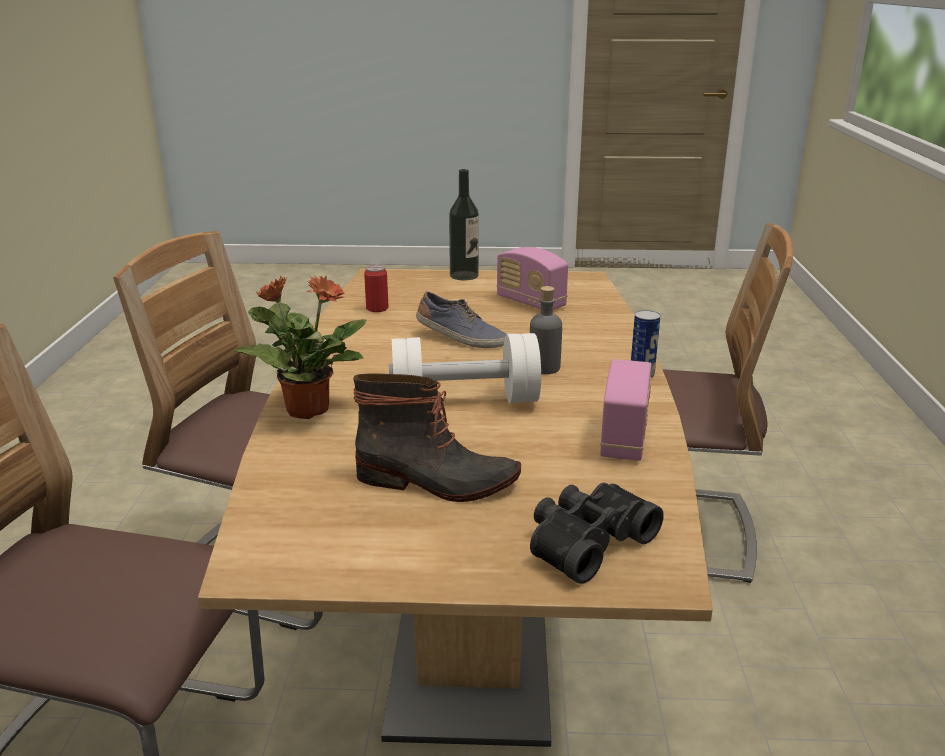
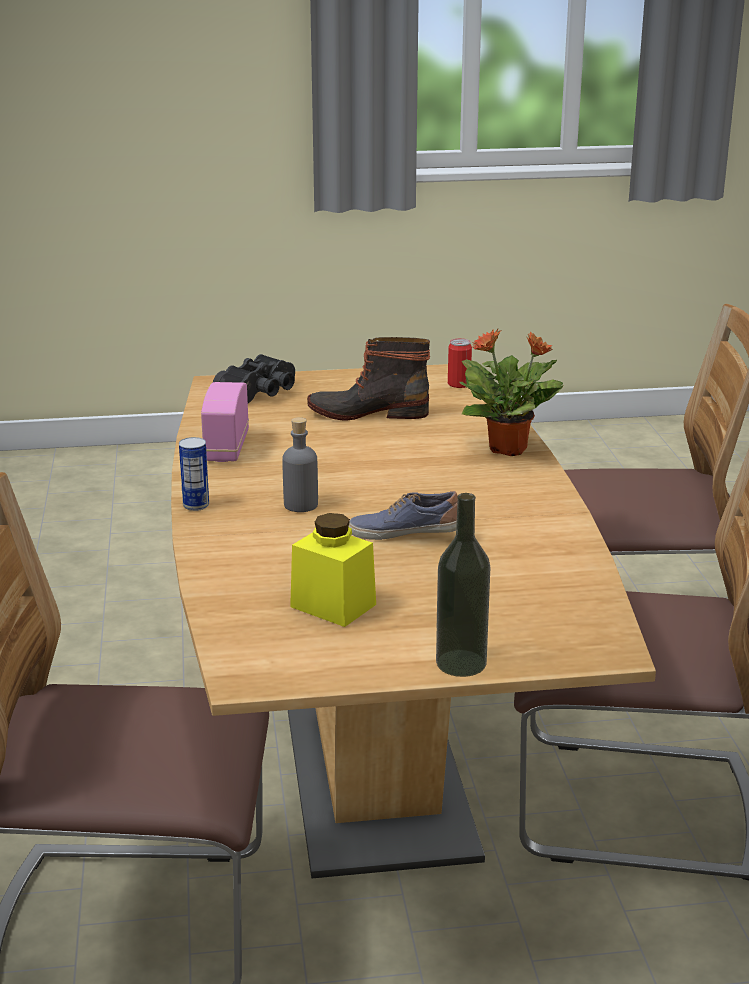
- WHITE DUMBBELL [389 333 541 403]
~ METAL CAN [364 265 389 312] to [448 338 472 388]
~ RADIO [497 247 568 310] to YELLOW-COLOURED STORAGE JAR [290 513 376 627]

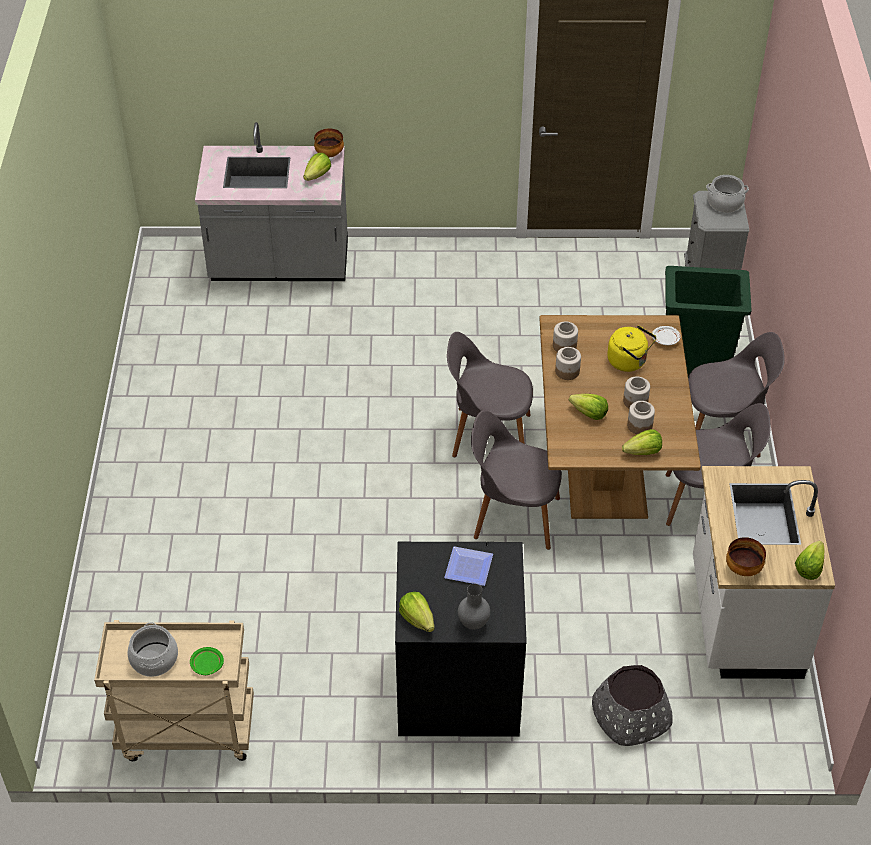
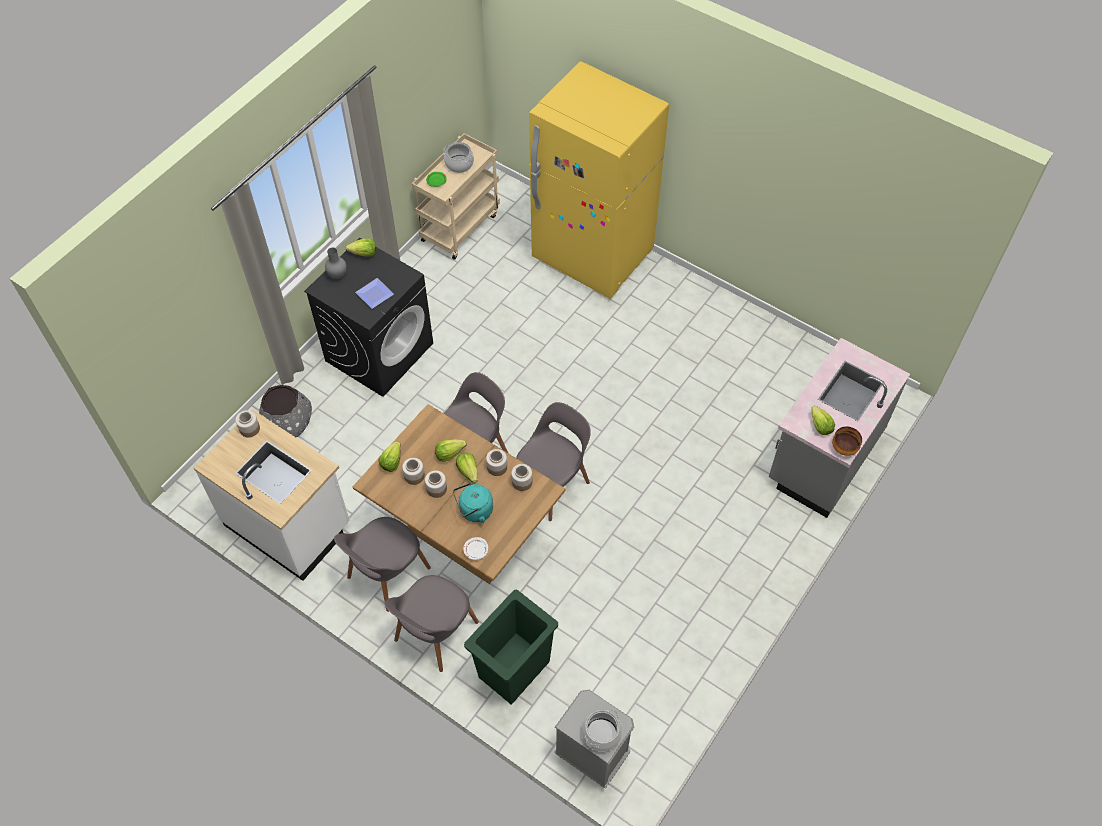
+ YELLOW-COLOURED KITCHEN FRIDGE [529 61 669 299]
~ LETTUCE HEAD [795 541 824 580] to [456 453 478 483]
~ DEEP DISH [726 537 766 576] to STORAGE JAR [235 410 260 438]
~ YELLOW-COLOURED WATER KETTLE [607 326 656 372] to TURQUOISE-COLOURED WATER KETTLE [453 483 493 523]

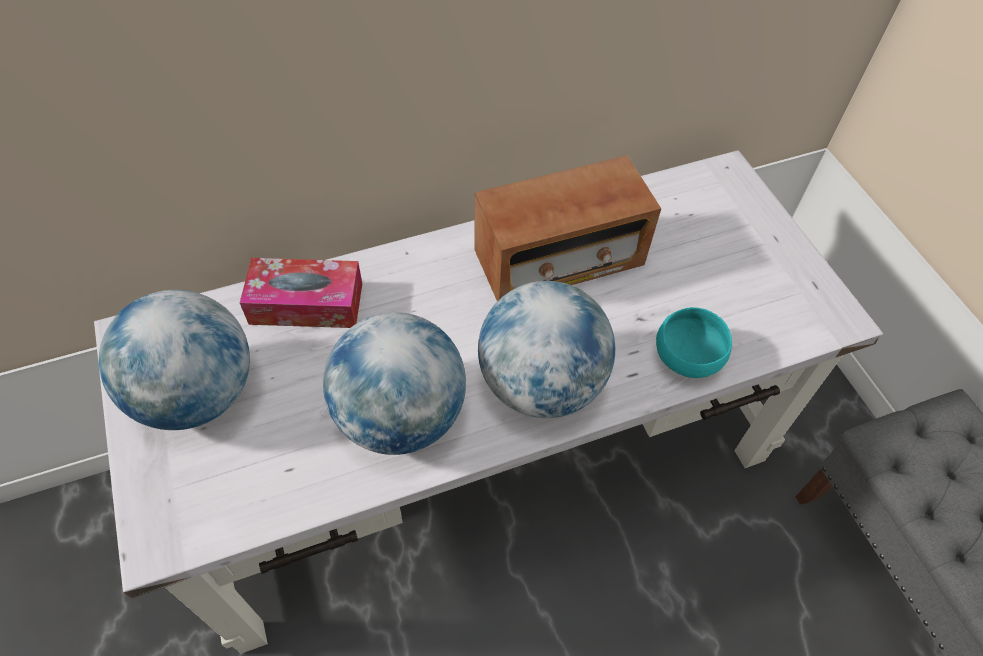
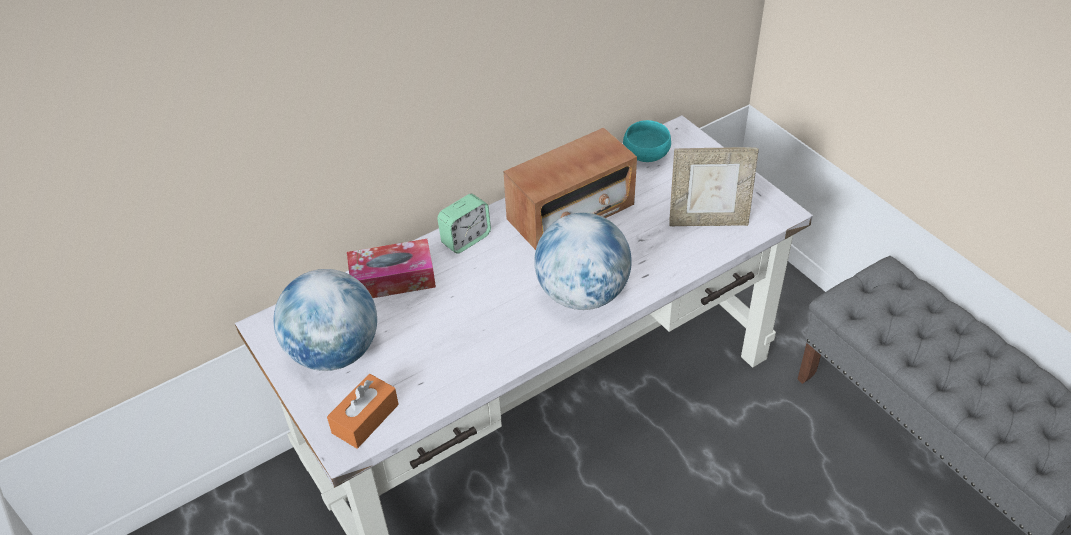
- DESK GLOBE [323 312 466 455]
+ ORANGE BOX OF TISSUES [327 374 399 448]
+ BEDSIDE CLOCK [437 194 491 254]
+ PHOTO FRAME [669 147 759 226]
~ TURQUOISE-COLOURED DEEP DISH [656 307 732 378] to [623 120 671 162]

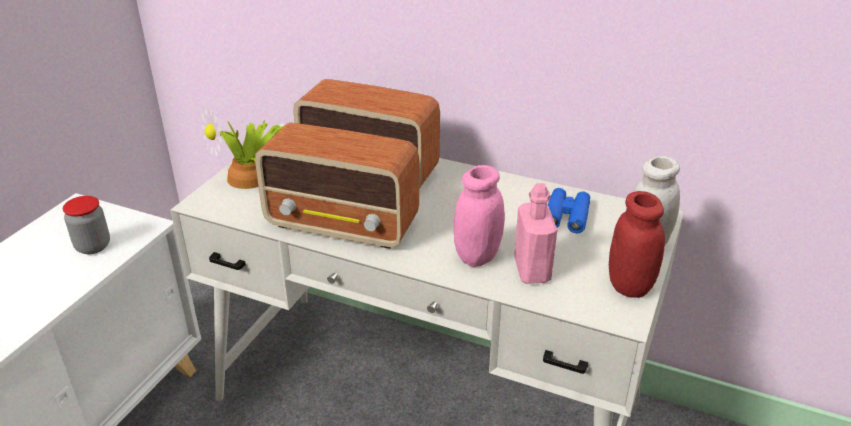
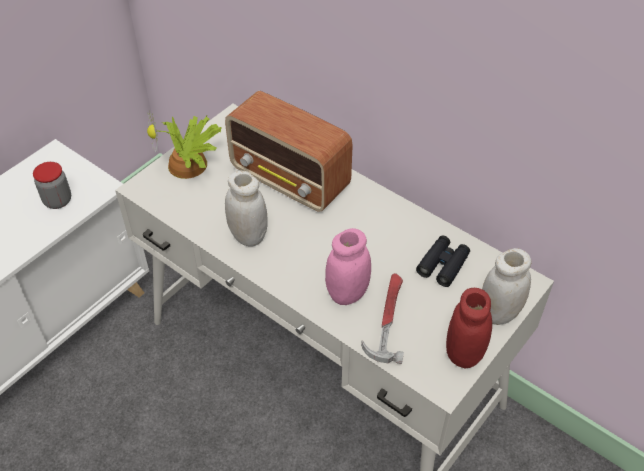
~ RADIO [255 123 419 249] to WHITE STORAGE JAR [225 171 268 246]
~ PINK BEVERAGE BOTTLE [514 183 557 284] to TOOL HAMMER [361 273 404 364]
~ BLUE-COLOURED PAIR OF BINOCULARS [548 188 590 233] to BLACK PAIR OF BINOCULARS [416 236 470 287]

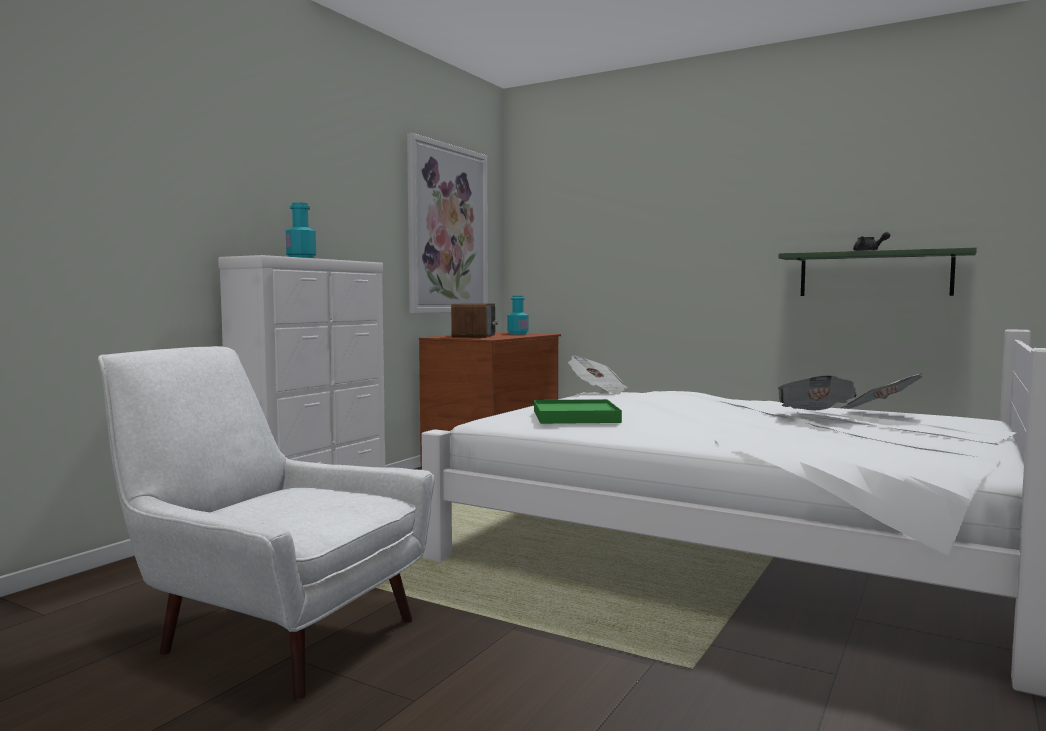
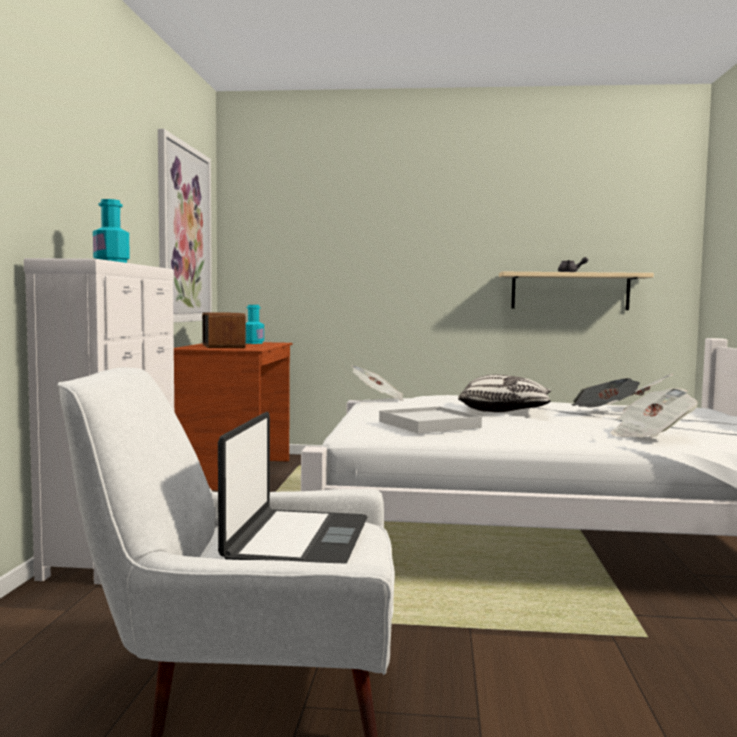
+ PORTABLE COMPUTER [218 412 367 564]
+ CUSHION [458 374 551 412]
+ NEWSPAPER [611 388 698 437]
~ GREENISH TRAY [534 399 622 424] to WHITE TRAY [379 406 482 433]
~ GREENISH WALL SHELF [779 247 977 296] to SAND-COLOURED WALL SHELF [499 272 654 310]

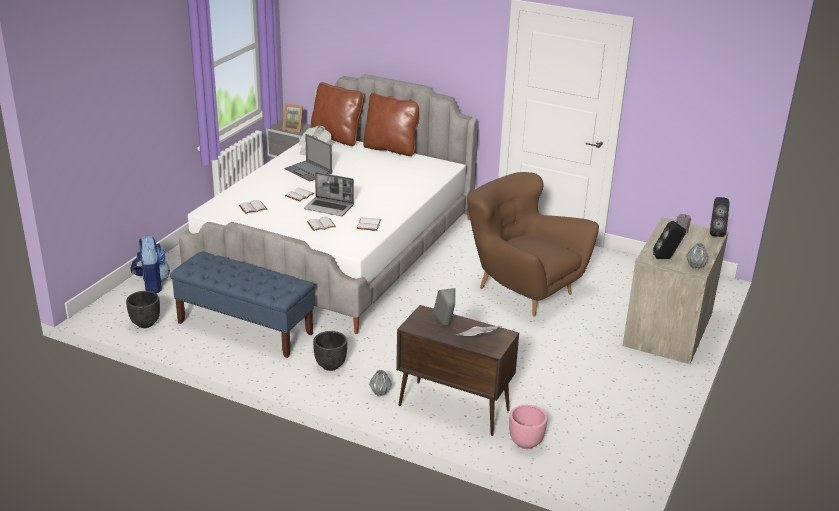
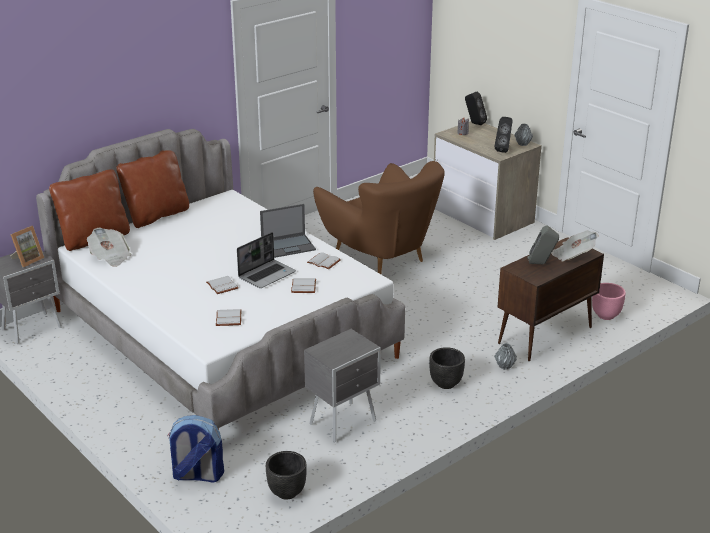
~ PORTABLE COMPUTER [285 134 332 182] to [260 204 316 258]
~ BLUE-COLOURED LONG SEAT [170 251 315 358] to GREYISH NIGHTSTAND [304 329 381 443]
~ BROWNISH LOUNGE CHAIR [467 172 599 317] = [313 161 445 274] 105 degrees counterclockwise

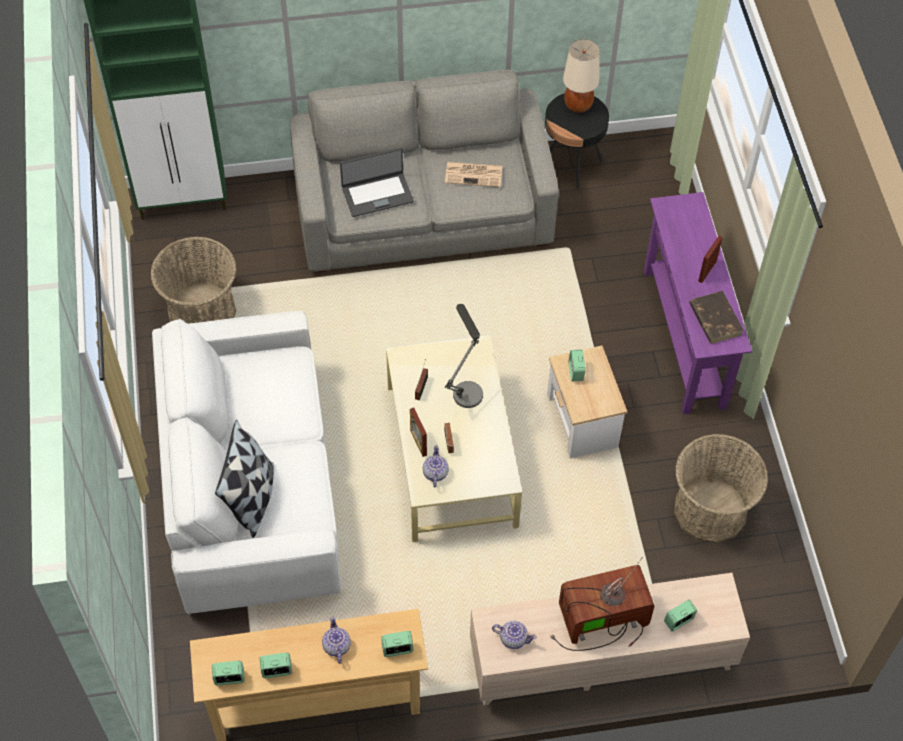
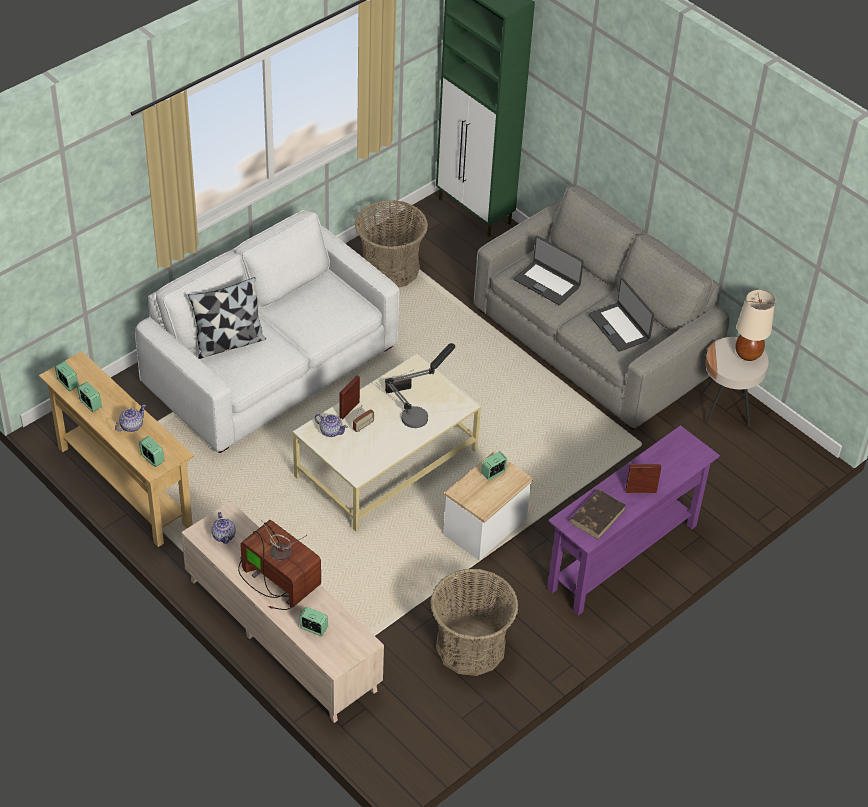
~ NEWSPAPER [445 162 502 187] to PORTABLE COMPUTER [588 278 654 352]
~ BLACK ACCENT TABLE [545 93 609 190] to SAND-COLOURED ACCENT TABLE [703 337 769 426]
~ TEA POT [423 445 449 487] = [315 414 348 437] 60 degrees clockwise

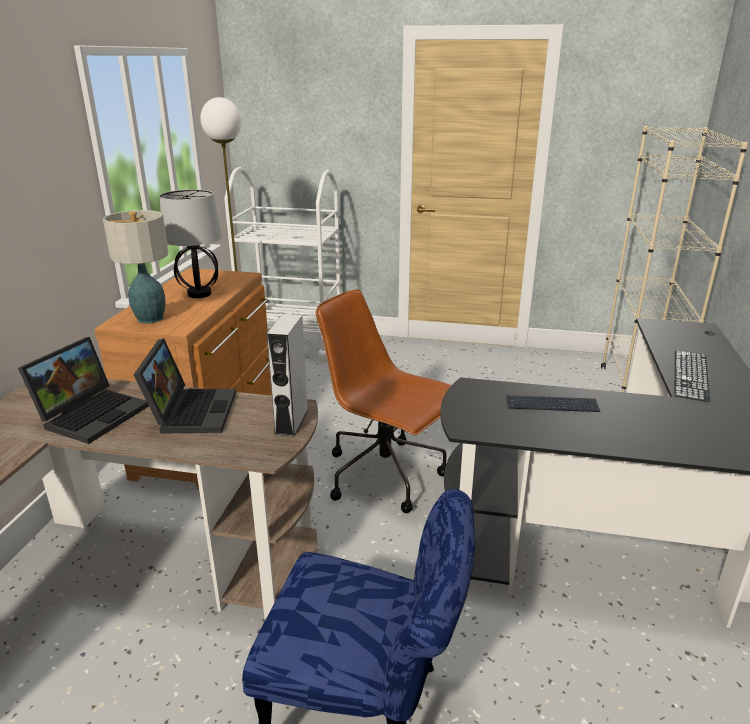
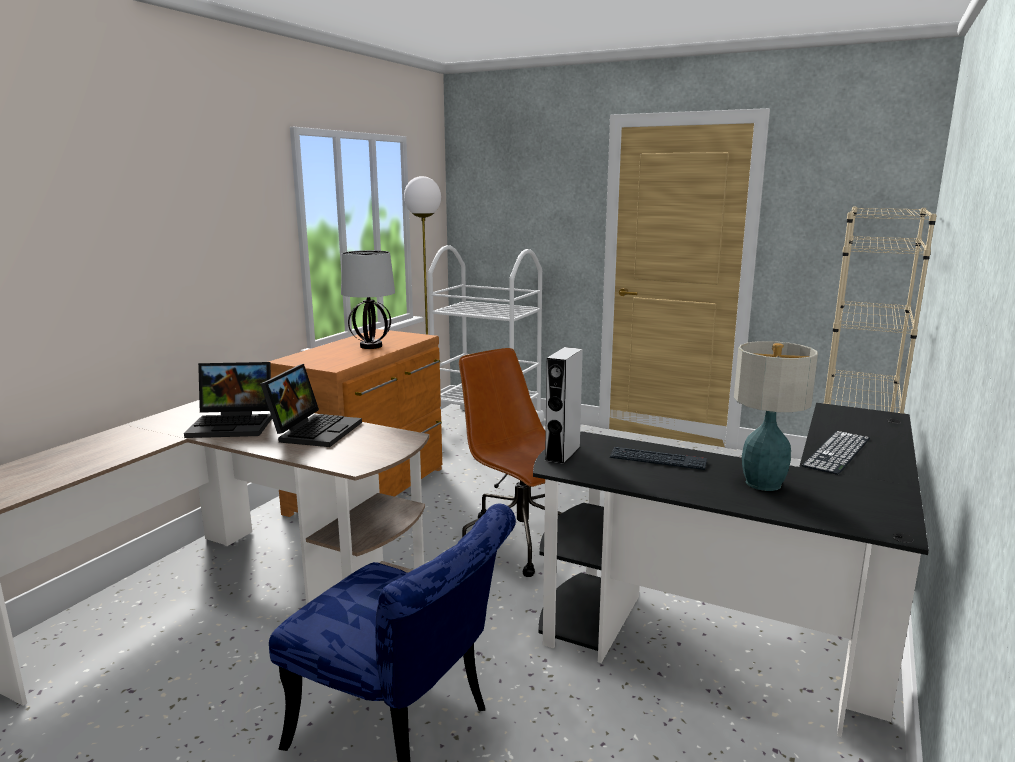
~ TABLETOP LAMP [103 210 169 324] to [734 341 818 491]
~ GREYISH AUDIO SPEAKER [267 314 308 436] to [545 347 583 464]
~ PORTABLE COMPUTER [18 337 149 444] = [184 362 272 438] 45 degrees clockwise

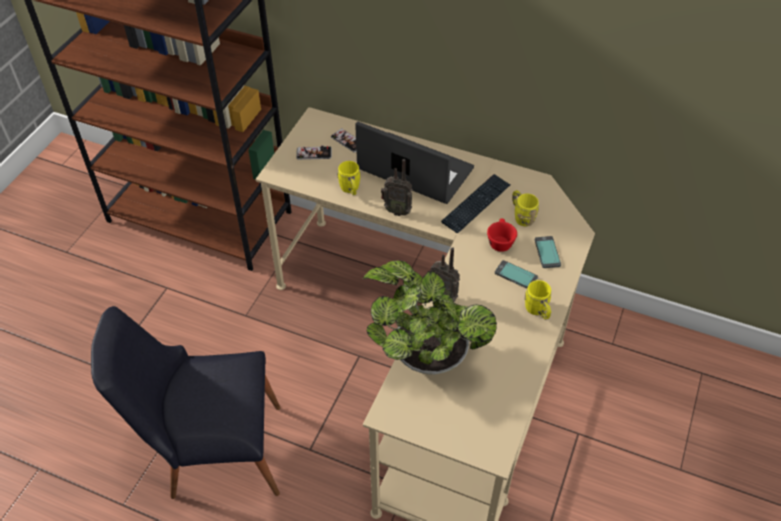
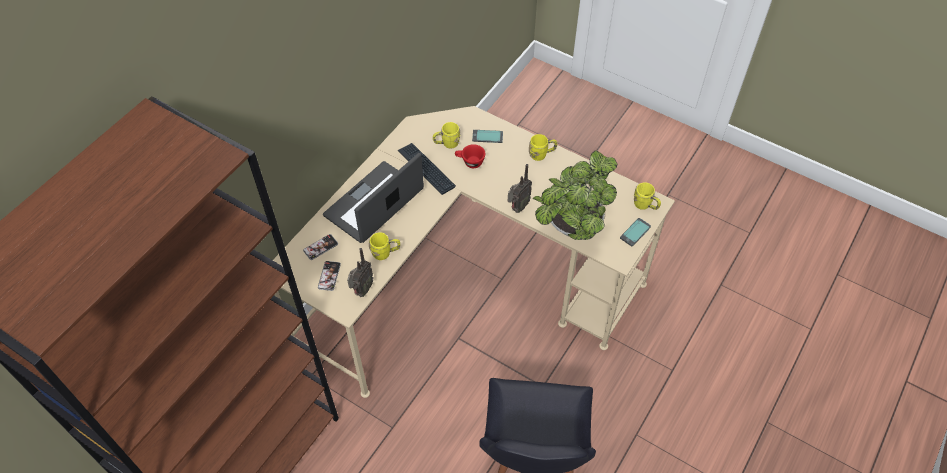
+ YELLOW-COLOURED MUG [634 182 661 210]
~ RADIO [381 159 413 216] to [347 248 374 297]
~ HANDSET [495 260 538 289] to [620 218 651 246]

